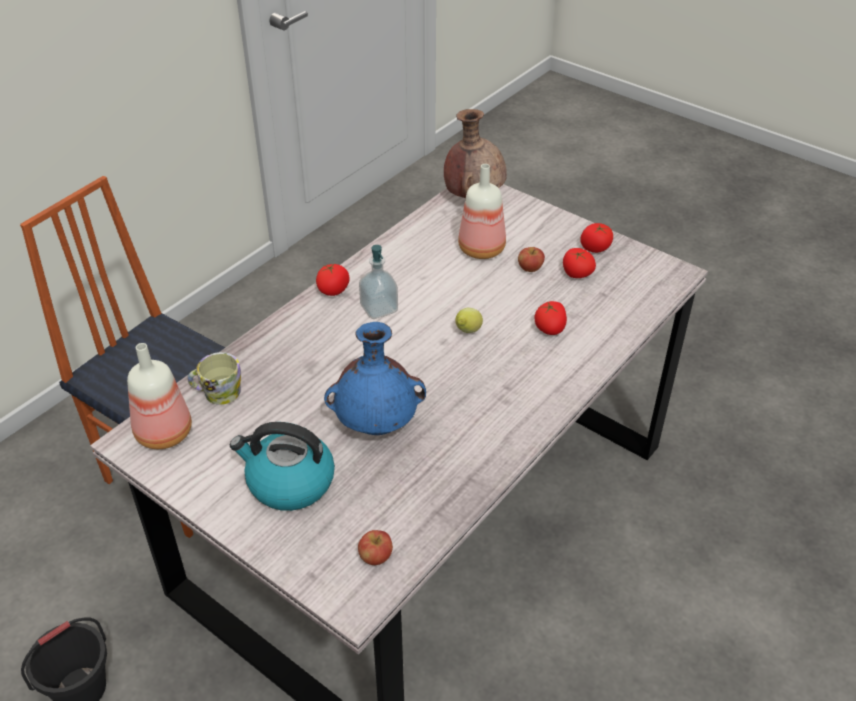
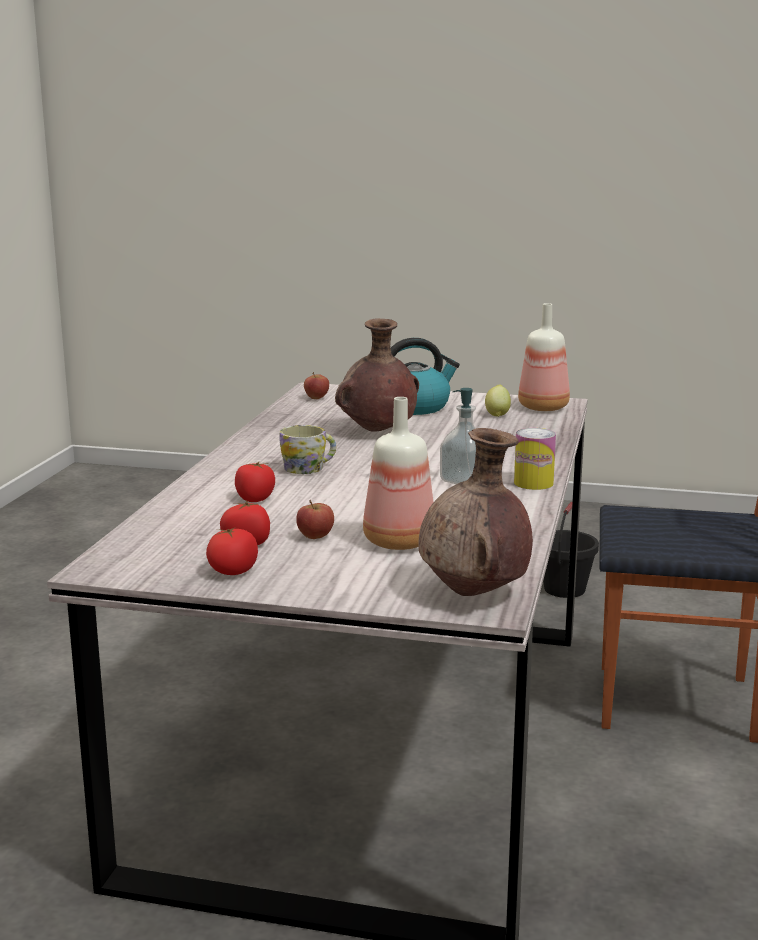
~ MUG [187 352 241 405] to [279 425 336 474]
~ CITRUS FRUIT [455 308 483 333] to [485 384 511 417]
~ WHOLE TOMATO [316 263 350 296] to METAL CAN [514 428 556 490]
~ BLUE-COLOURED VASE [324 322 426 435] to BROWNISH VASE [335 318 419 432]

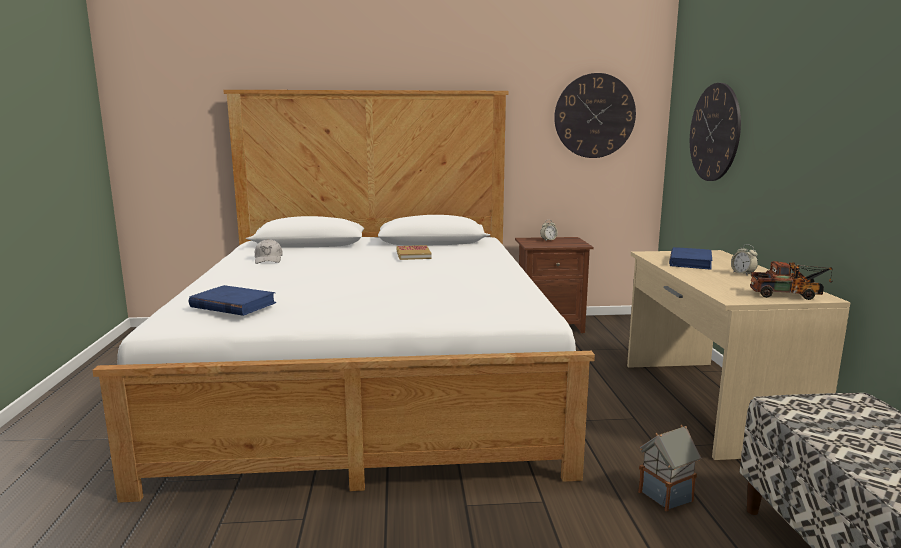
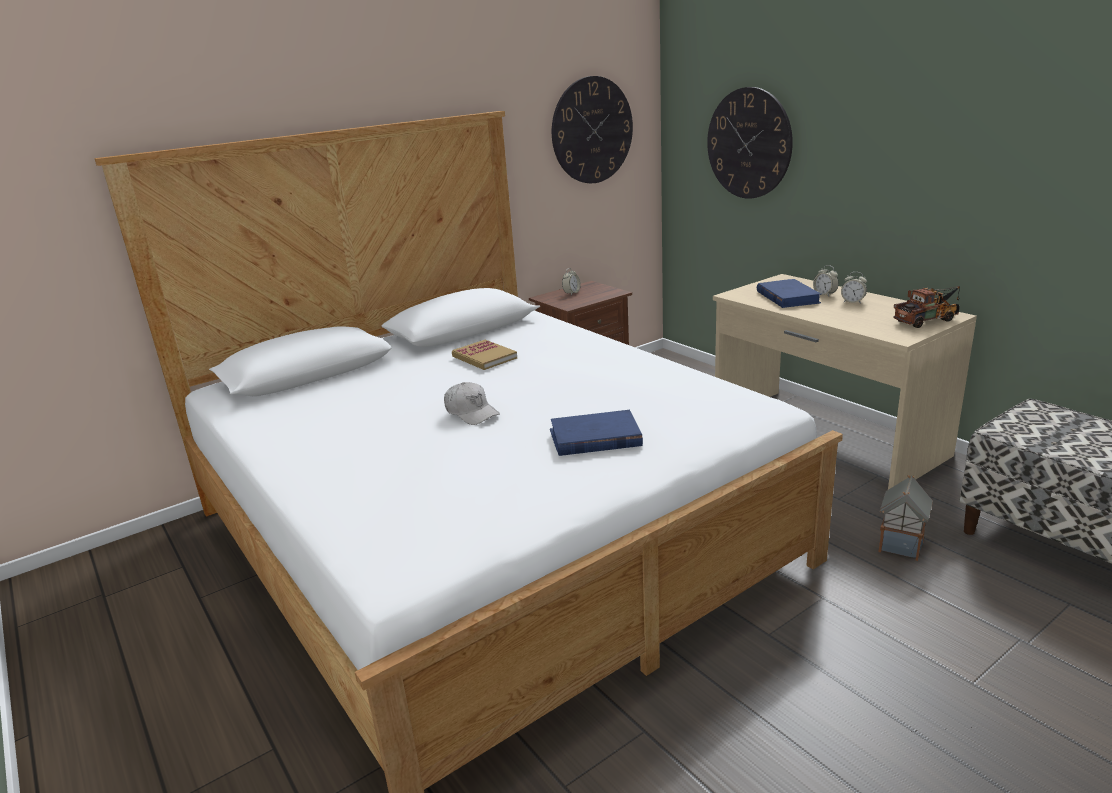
+ BEDSIDE CLOCK [813 265 839 296]
~ BLUE-COLOURED BOOK [189 285 276 316] to [550 410 643 456]
~ WHITE PEAKED CAP [255 239 283 264] to [444 382 500 425]

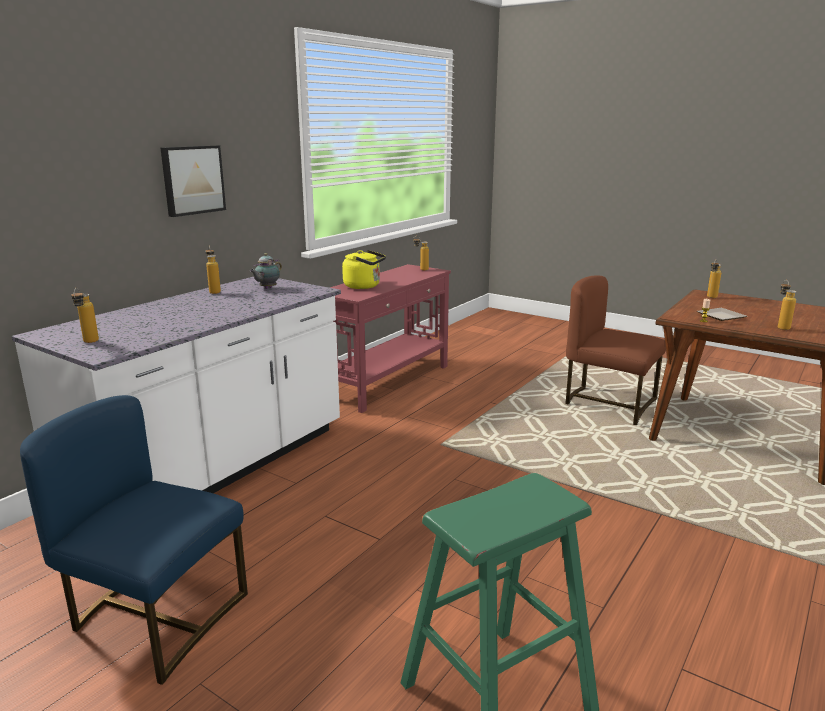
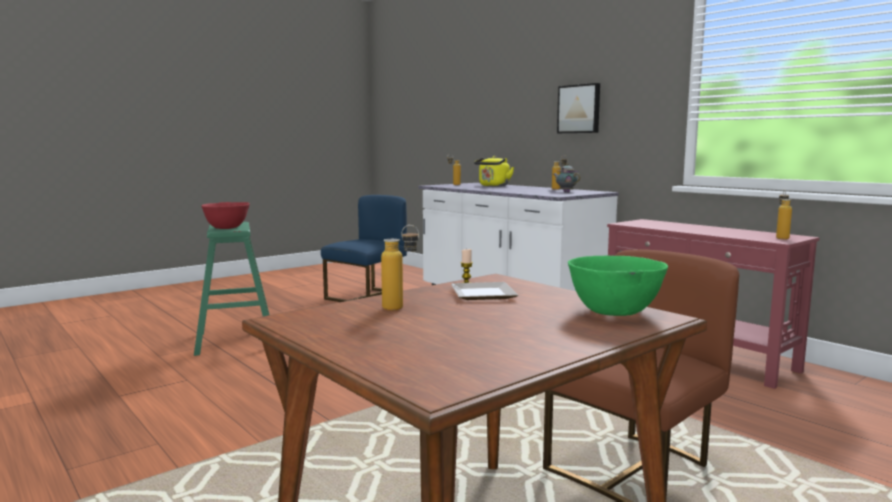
+ REDDISH DEEP DISH [201 202 250 229]
~ YELLOW-COLOURED WATER KETTLE [342 250 386 289] to [474 156 514 186]
~ BEVERAGE BOTTLE [707 259 721 298] to GREENISH DEEP DISH [568 255 668 316]

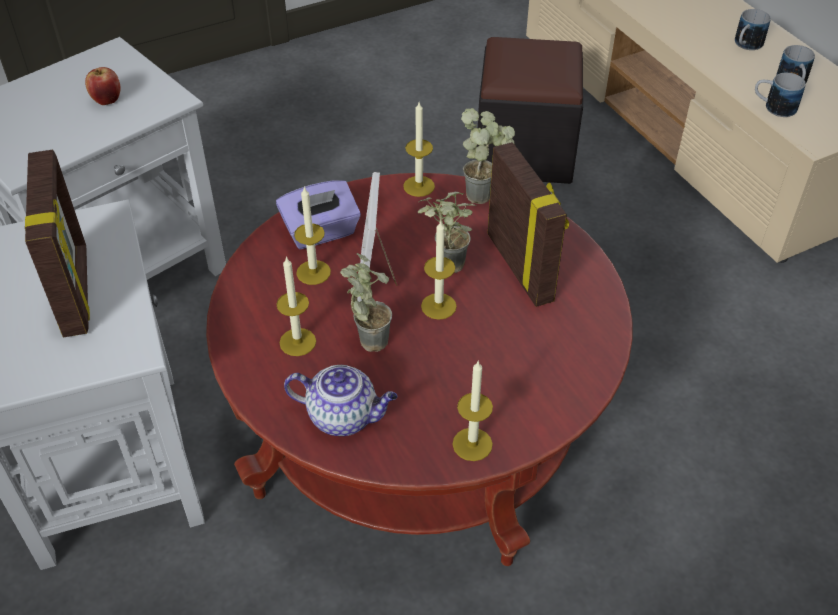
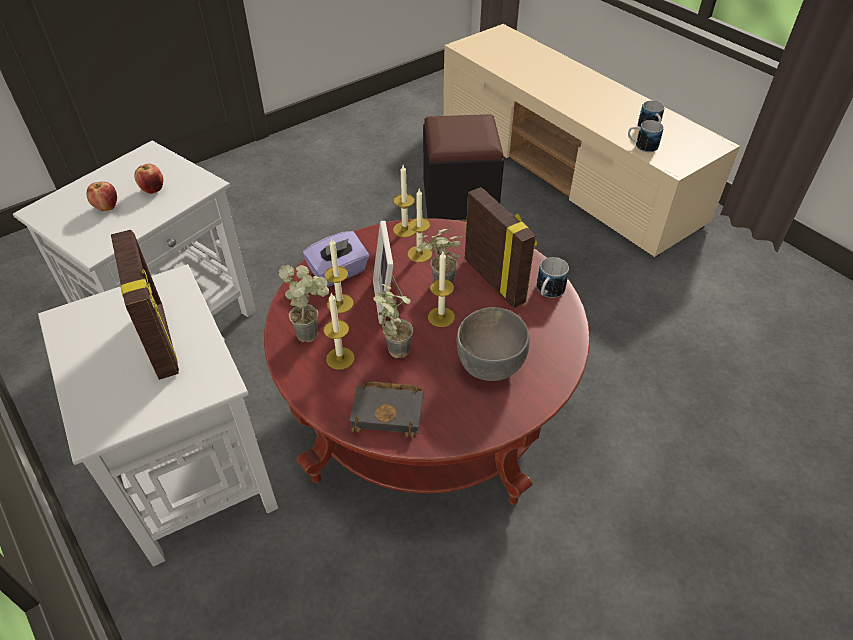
+ APPLE FRUIT [87 182 117 212]
+ GREYISH DEEP DISH [457 307 530 381]
~ WAX CANDLE [452 360 493 461] to [408 189 432 262]
~ POTTED PLANT [461 108 515 204] to [279 265 329 342]
~ MUG [735 9 771 50] to [536 257 569 298]
~ TEA POT [284 365 397 436] to BLACK BOOK [349 381 423 438]

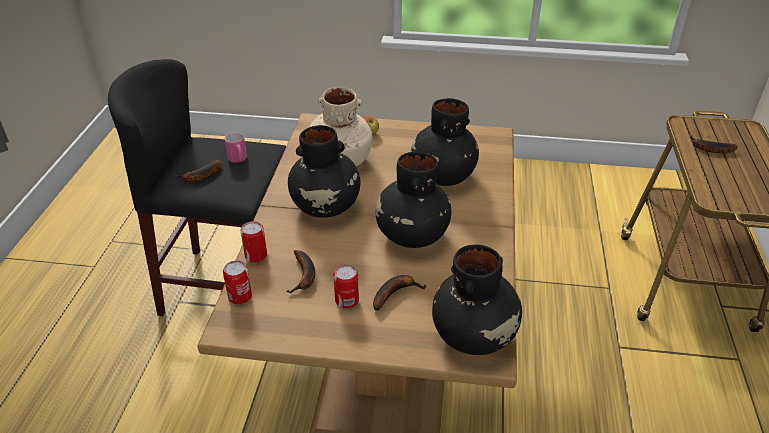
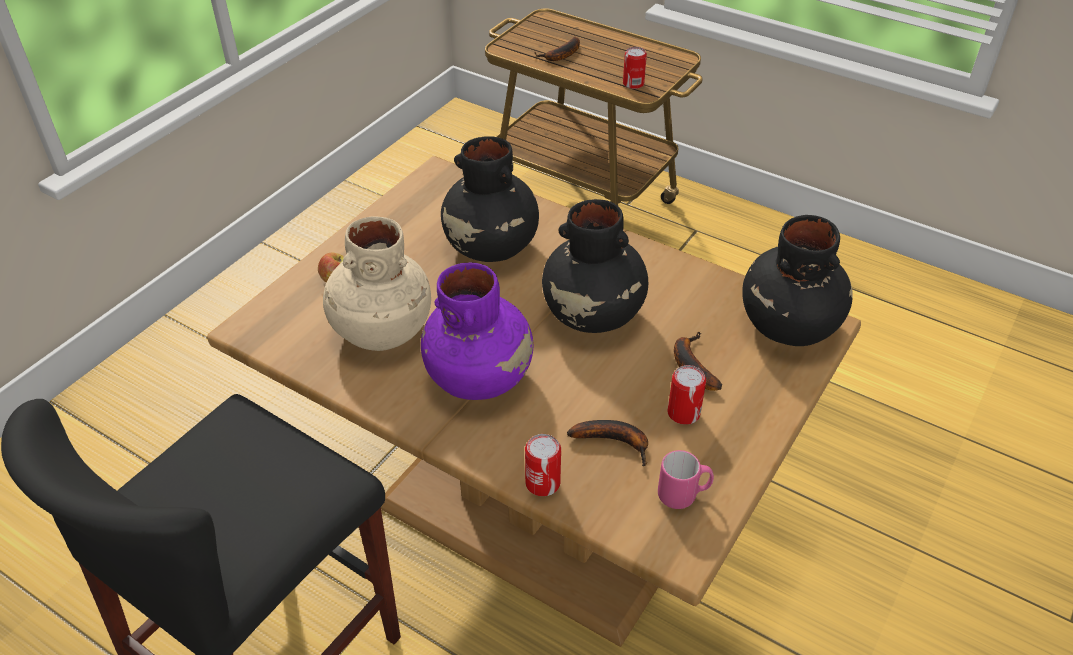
- WHOLE BANANA [175 159 222 182]
~ METAL CAN [223 260 252 304] to [623 47 647 89]
~ PINK MUG [224 133 247 163] to [658 450 714 509]
~ BLACK VASE [288 125 360 218] to PURPLISH VASE [421 263 534 400]

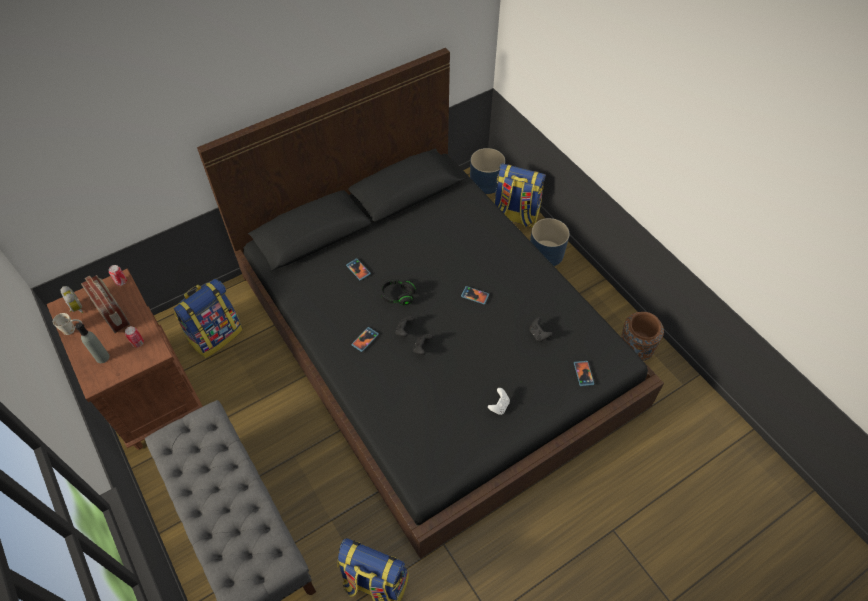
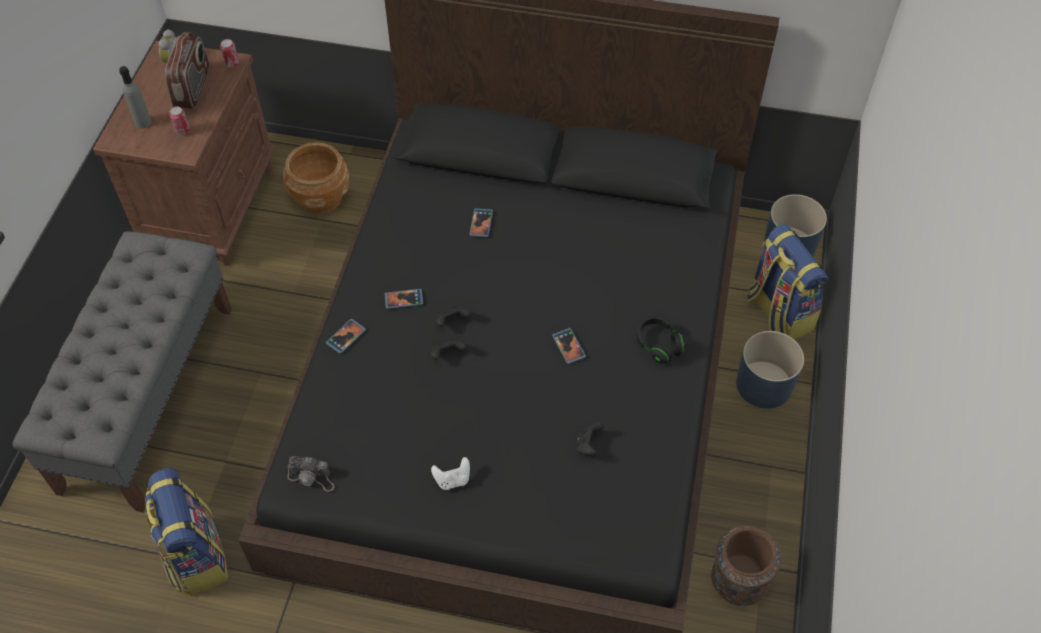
- WHITE MUG [53 313 82 335]
+ STILL CAMERA [287 456 334 492]
~ BLACK PAIR OF HEADPHONES [380 279 416 306] to [636 316 686 364]
~ HANDSET [574 361 594 386] to [326 319 366 354]
~ KNAPSACK [174 279 243 358] to BROWNISH PLANT POT [283 142 349 214]

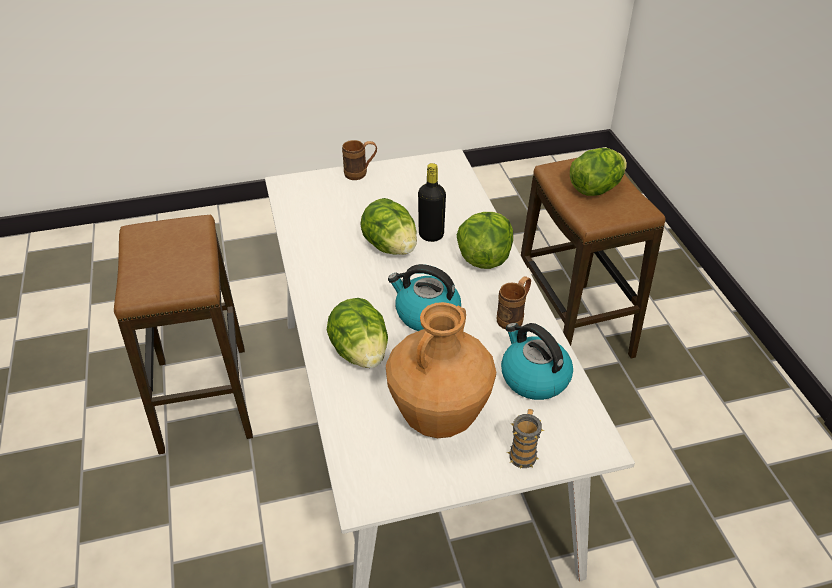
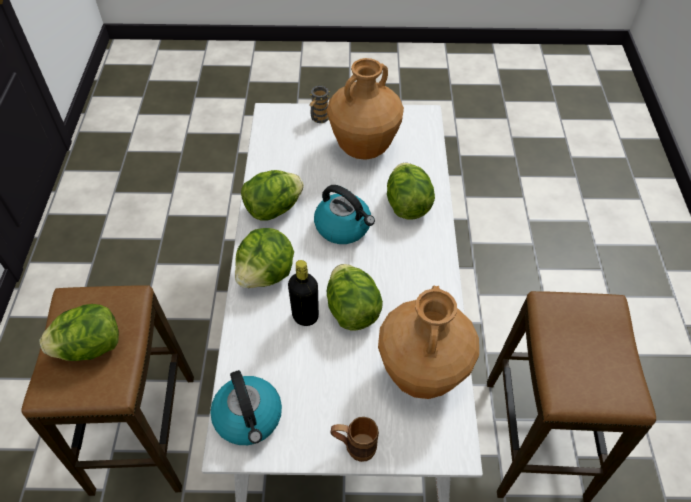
+ BROWNISH VASE [378 285 479 399]
~ WATER KETTLE [501 323 573 400] to [210 370 282 445]
~ BROWNISH MUG [497 276 531 330] to LETTUCE HEAD [241 170 304 221]

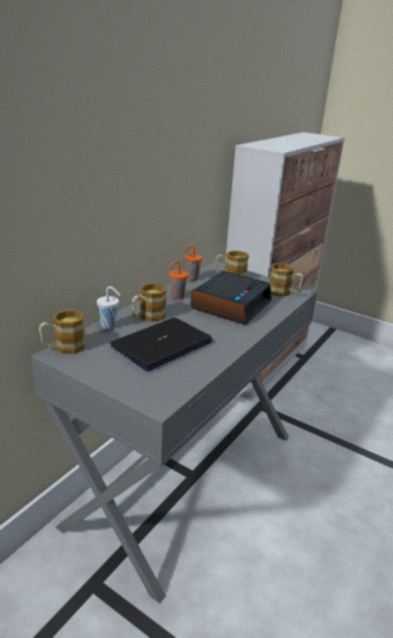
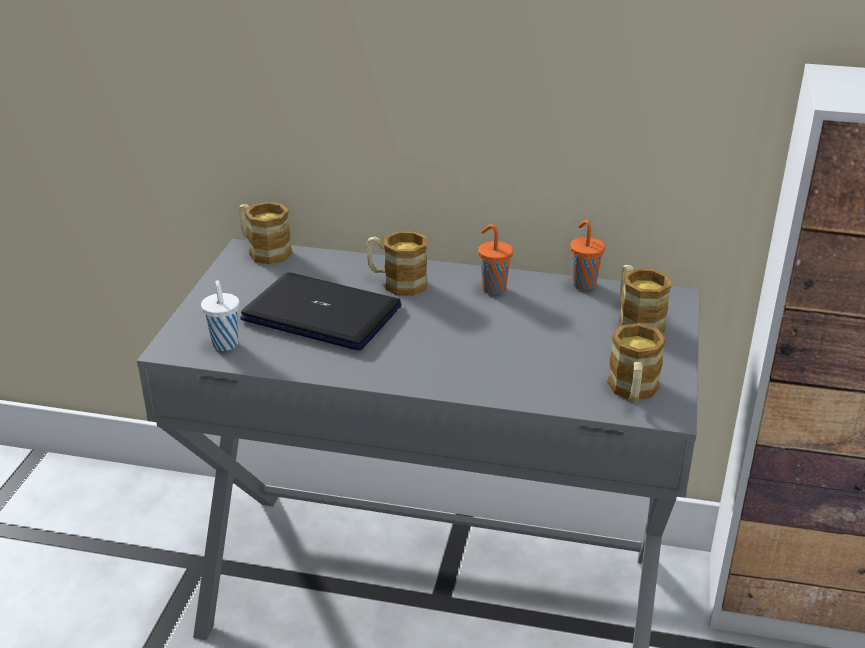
- BEDSIDE CLOCK [191 271 272 325]
~ WHITE DRINKING CUP [97 286 121 329] to [201 280 240 351]

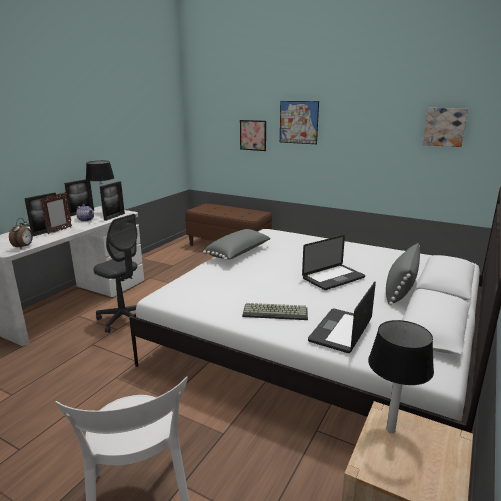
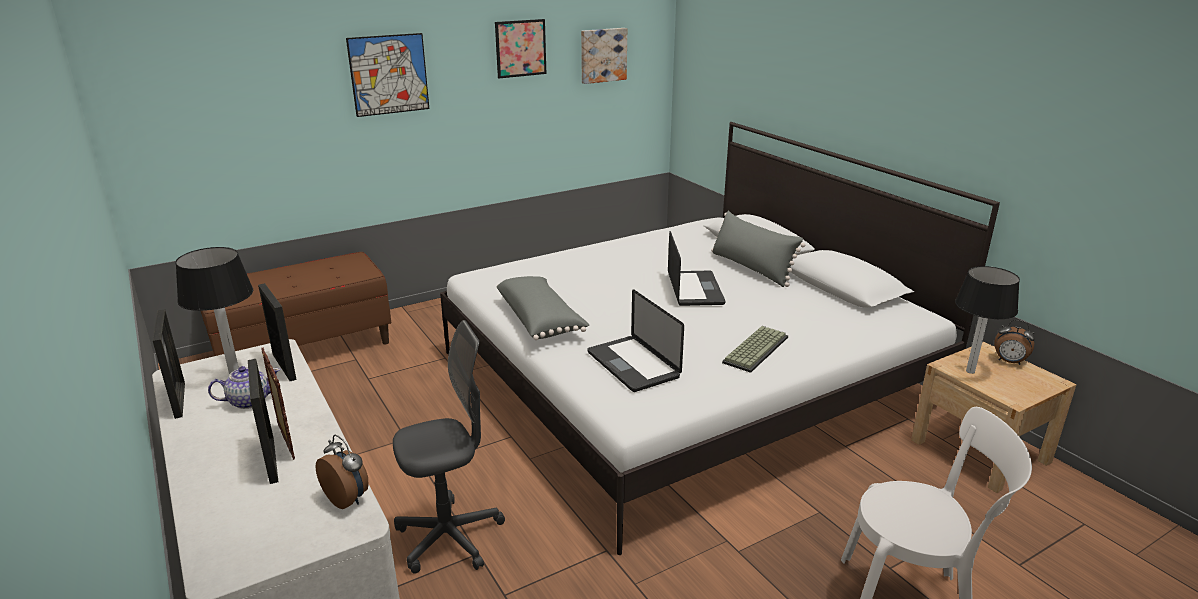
+ BEDSIDE CLOCK [994 320 1035 365]
~ PICTURE [240 120 266 151] to [495 19 546 78]
~ PORTABLE COMPUTER [308 281 376 353] to [588 289 684 392]

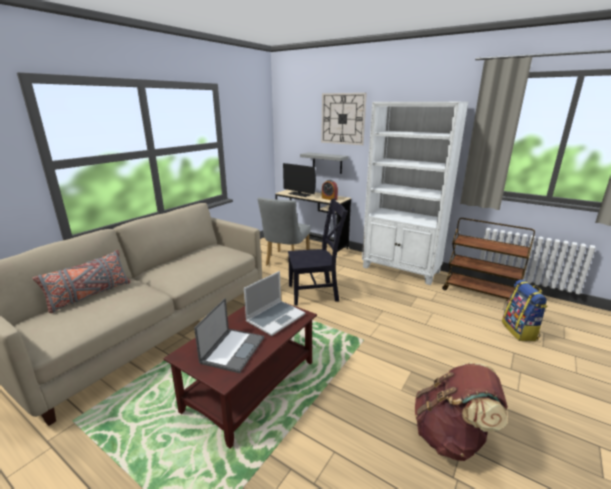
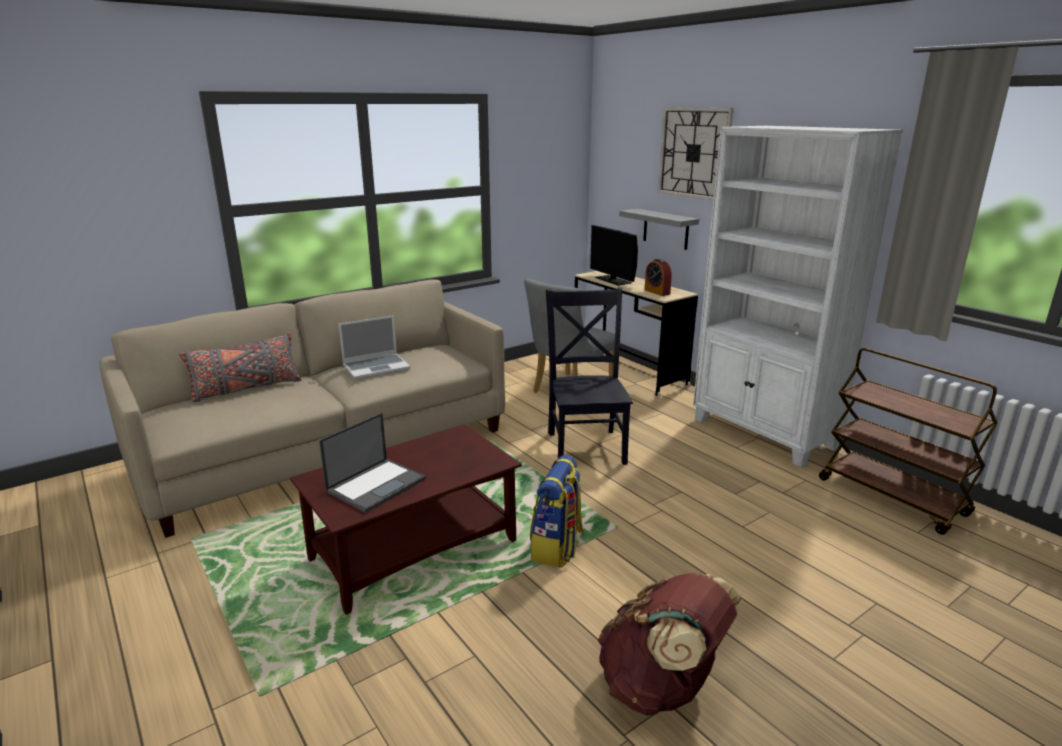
~ PORTABLE COMPUTER [244 271 305 336] to [339 315 410 380]
~ KNAPSACK [502 280 547 341] to [530 455 585 568]
~ BLACK UPRIGHT CHAIR [288 198 348 306] = [546 288 633 465] 105 degrees counterclockwise

